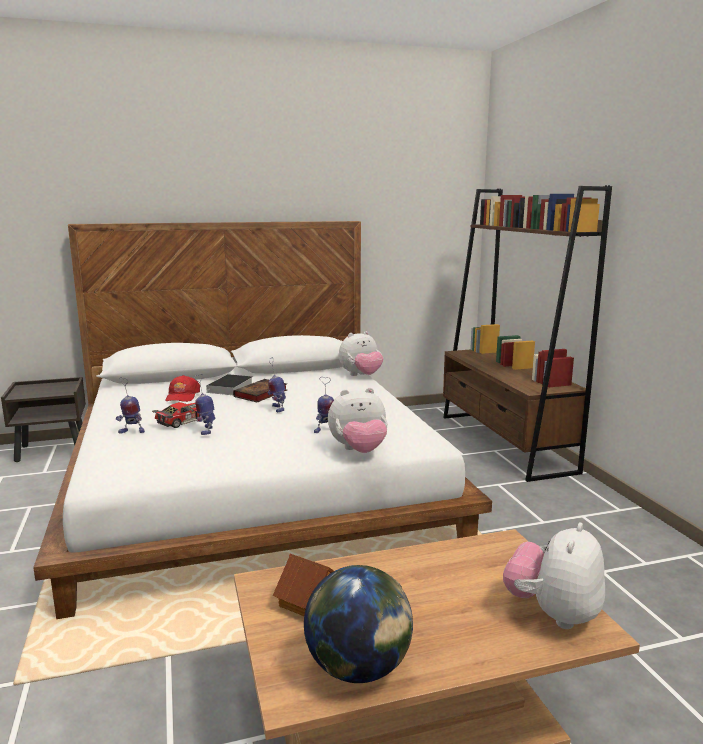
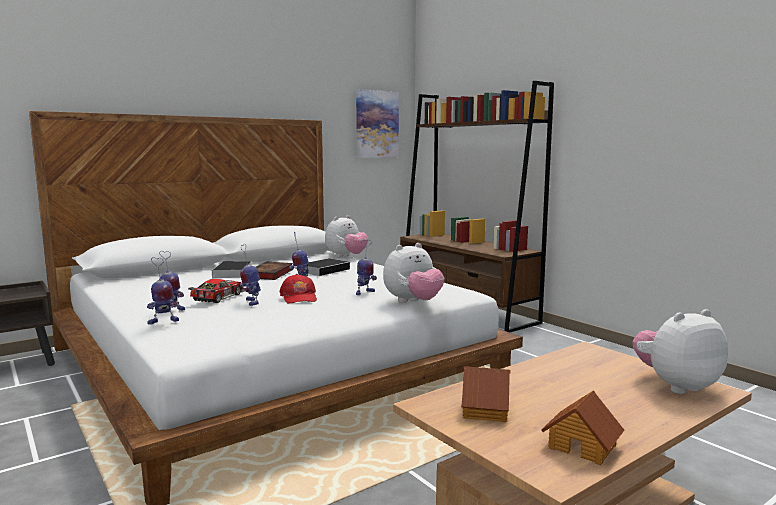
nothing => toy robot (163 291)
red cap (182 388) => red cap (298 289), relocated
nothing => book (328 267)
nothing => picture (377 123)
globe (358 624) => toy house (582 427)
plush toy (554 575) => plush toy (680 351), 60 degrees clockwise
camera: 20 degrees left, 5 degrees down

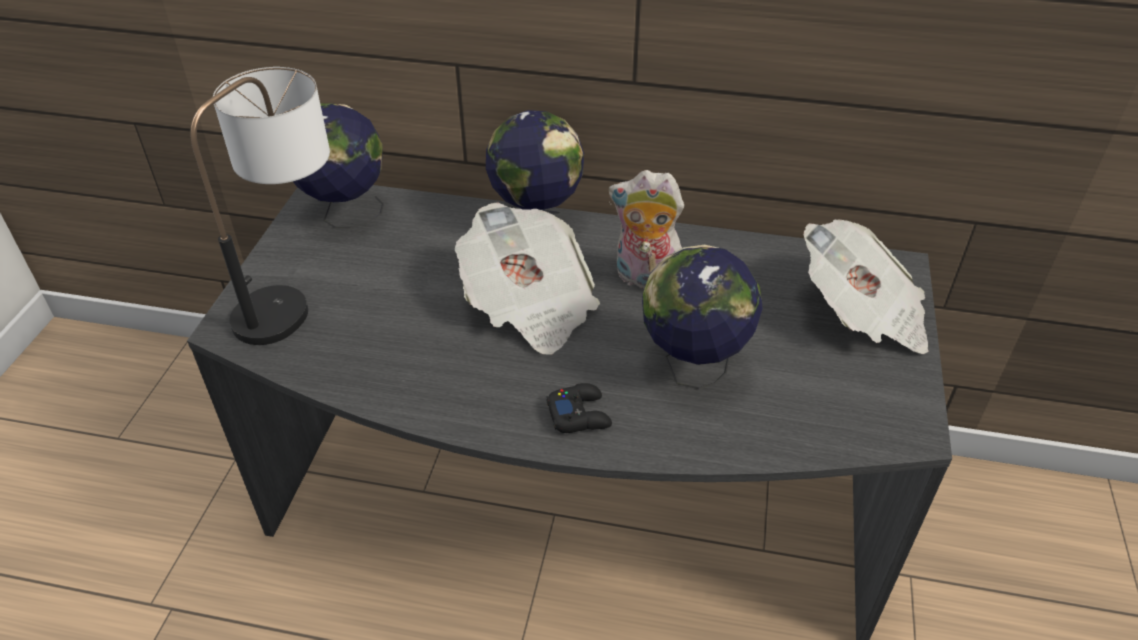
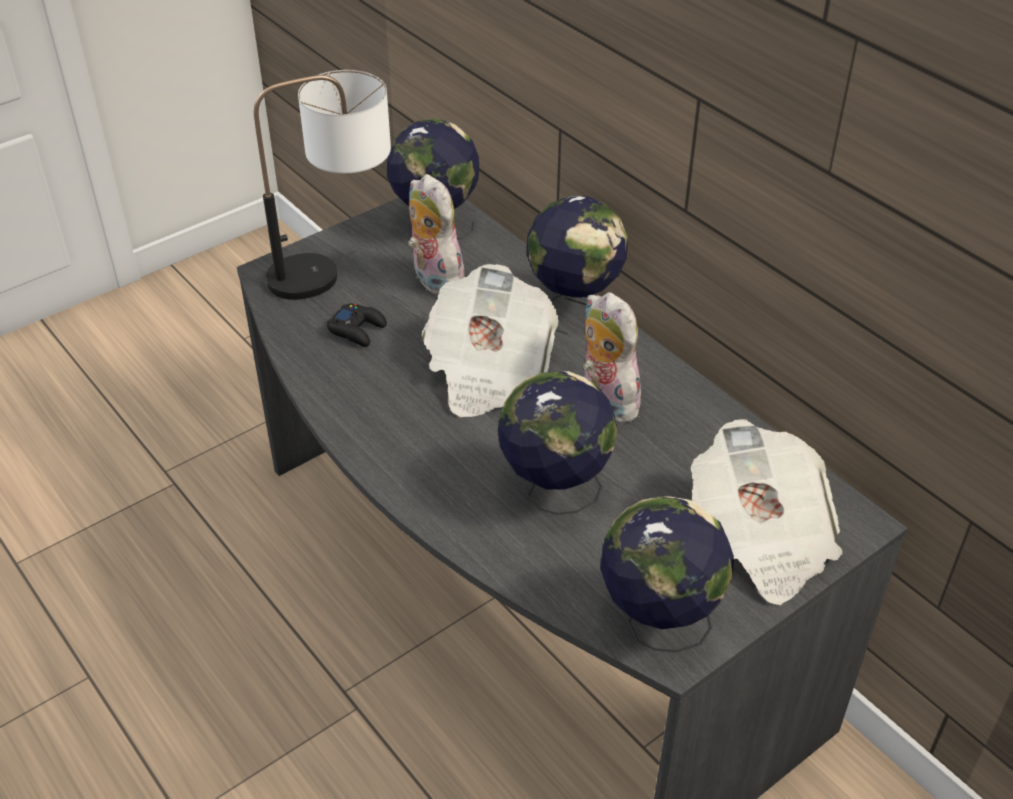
black game controller (579 408) => black game controller (357 325), relocated
nothing => plush toy (436 234)
nothing => globe (667 574)
camera: 40 degrees right, 0 degrees up

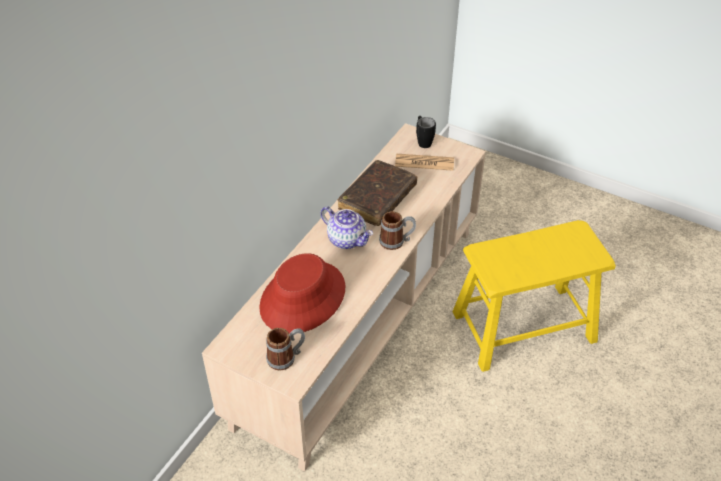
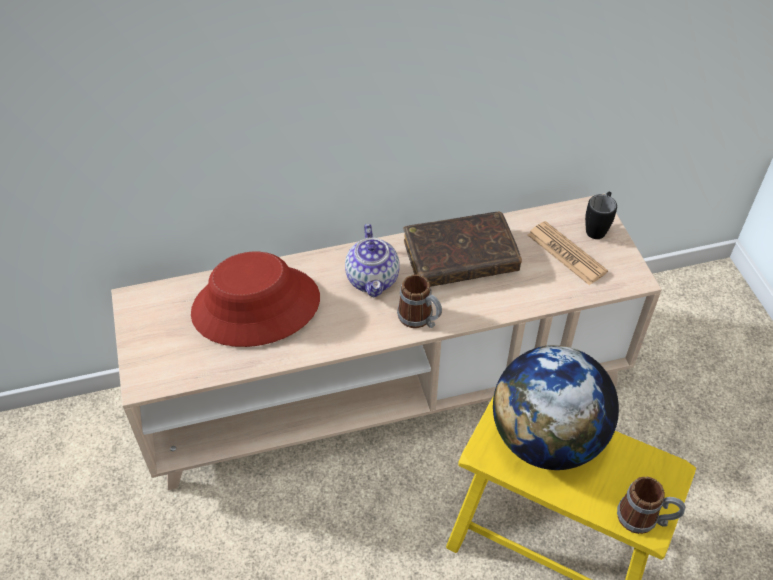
nothing => globe (556 407)
mug (285 349) => mug (651 505), relocated
camera: 45 degrees right, 5 degrees up

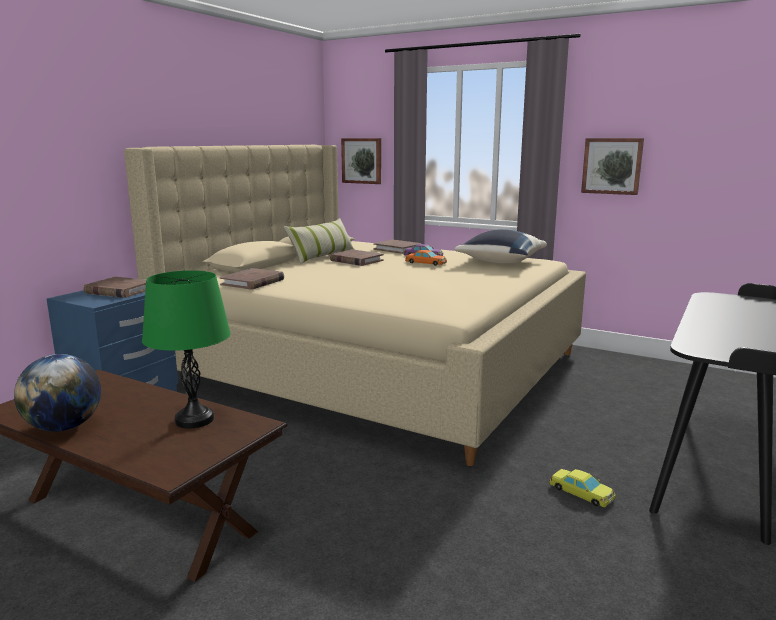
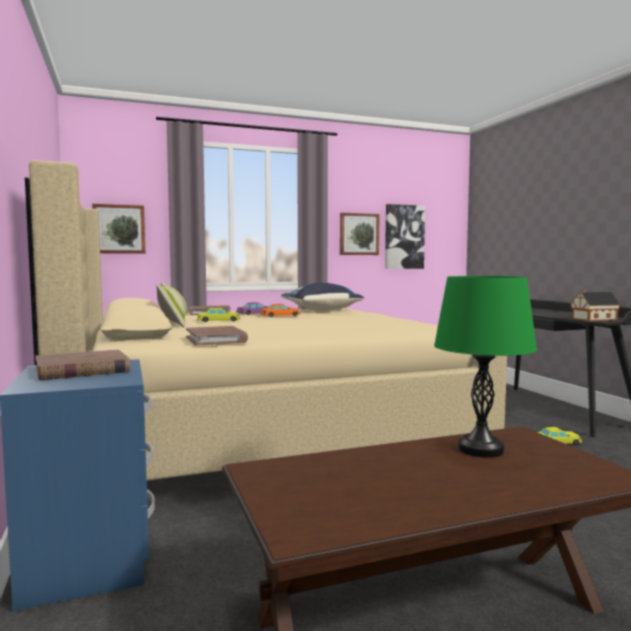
brown book (357 257) => yellow toy car (218 315)
nothing => picture (405 236)
nothing => toy house (595 305)
globe (57 393) => nothing
camera: 50 degrees left, 10 degrees down

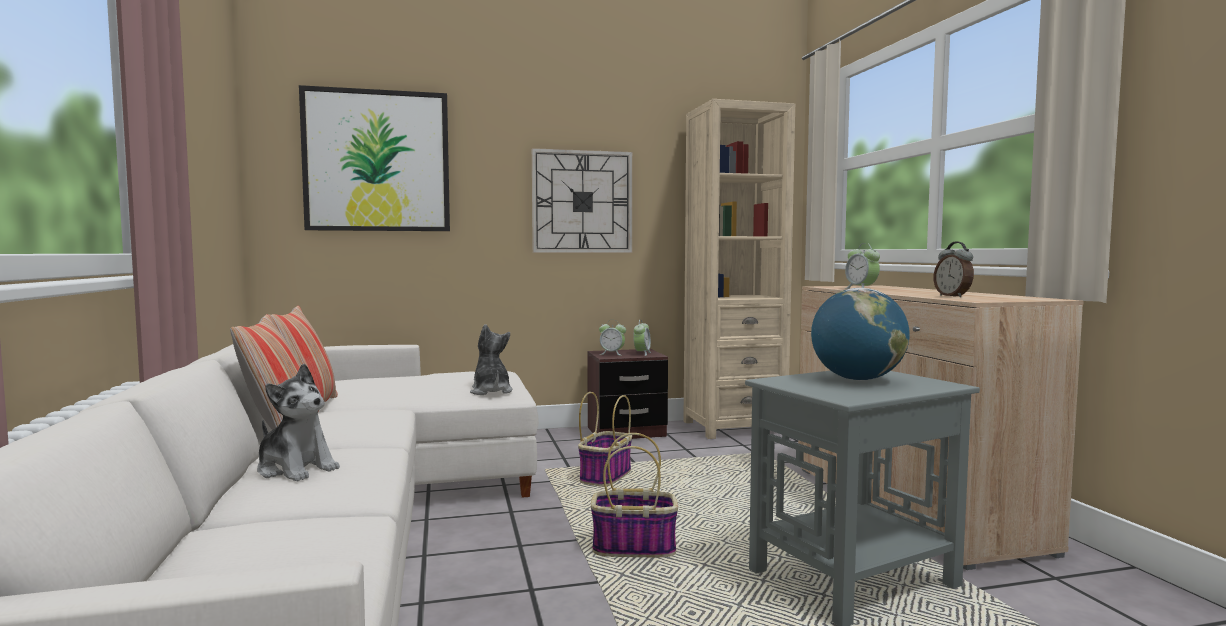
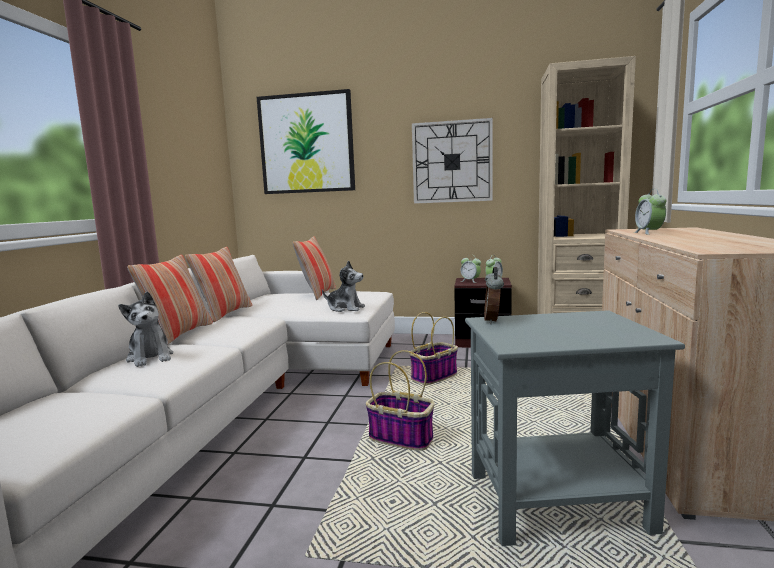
nothing => pillow (314 268)
plush toy (491 359) => plush toy (343 286), 105 degrees clockwise
alarm clock (953 269) => alarm clock (494 295), relocated
globe (860 334) => nothing
camera: 25 degrees right, 5 degrees up

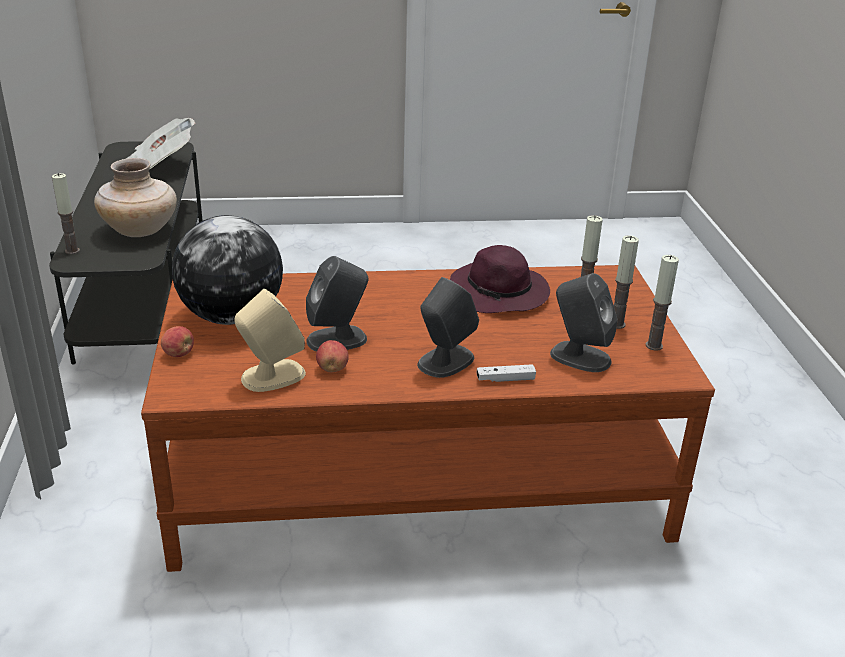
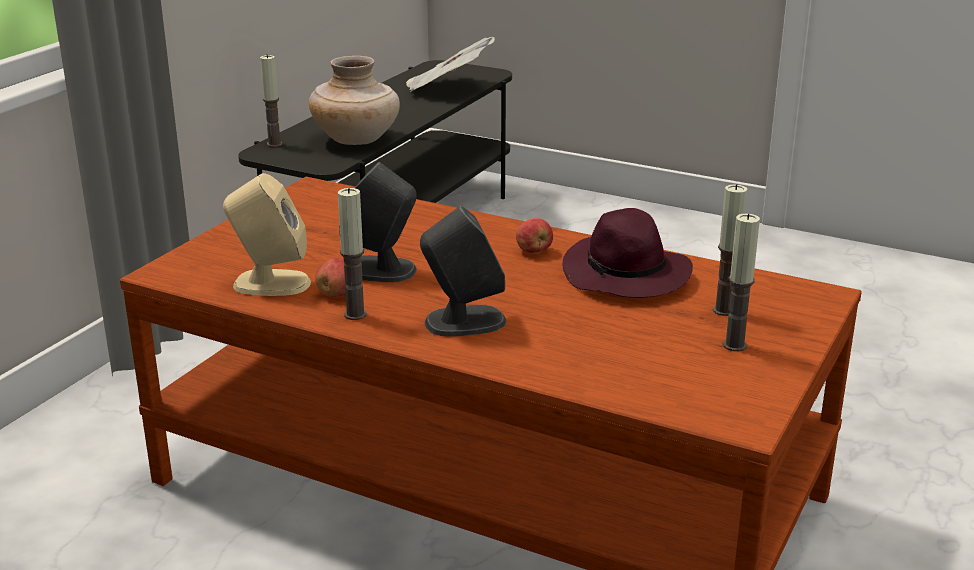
candle (662 303) => candle (352 254), relocated
apple (177 341) => apple (534 236), relocated
globe (227 270) => nothing
white game controller (506 373) => nothing
grey speaker (584 322) => nothing
camera: 35 degrees right, 5 degrees down

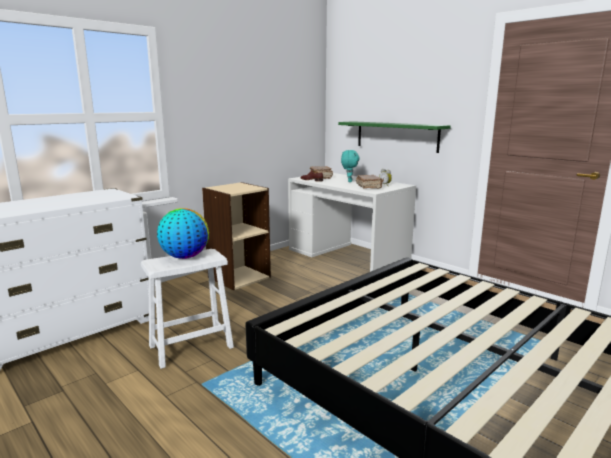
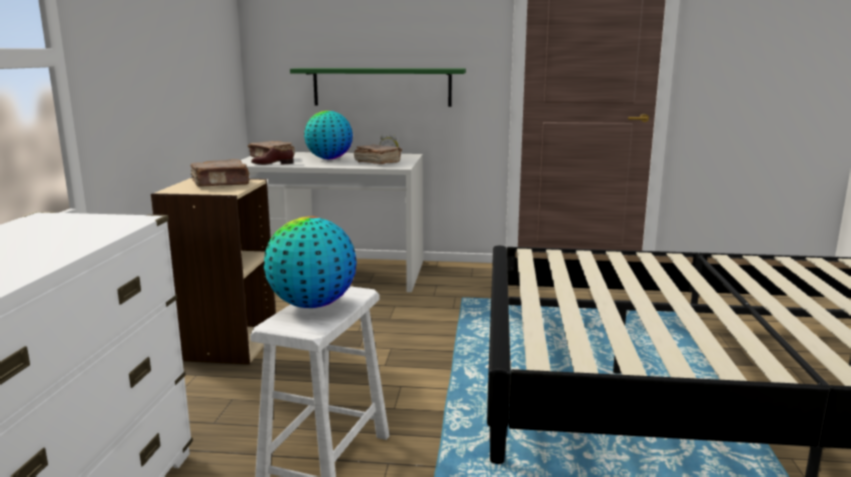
nothing => brown book (220 173)
turquoise plush toy (350 166) => globe (328 135)
camera: 40 degrees left, 0 degrees up

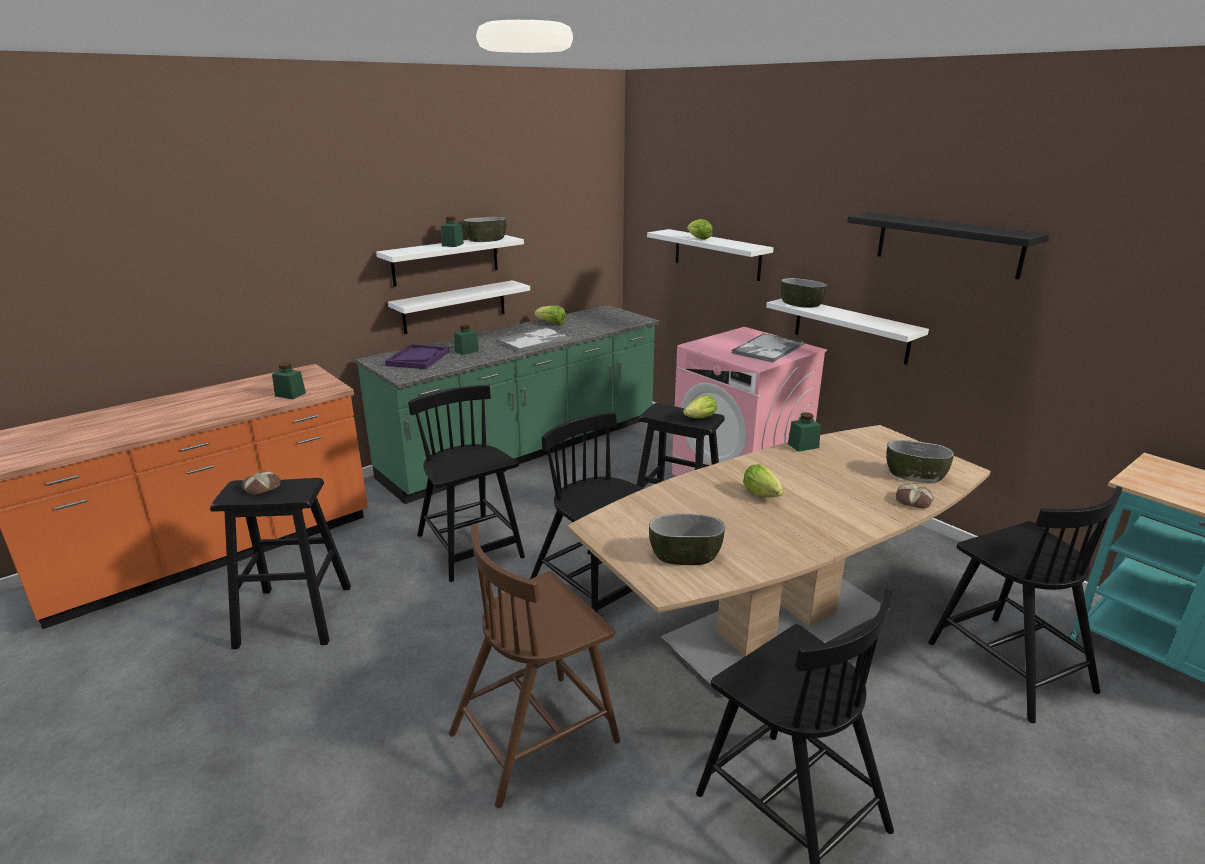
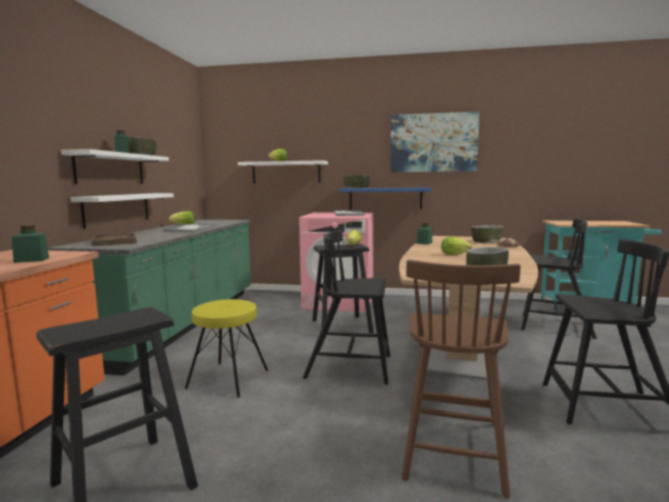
purple tray (417 356) => brown tray (114 239)
black chair (466 483) => yellow stool (226 348)
white shelf (847 332) => blue shelf (385 199)
black shelf (948 246) => picture (435 142)
bread (261 483) => nothing
green jar (466 339) => nothing
camera: 40 degrees left, 15 degrees down

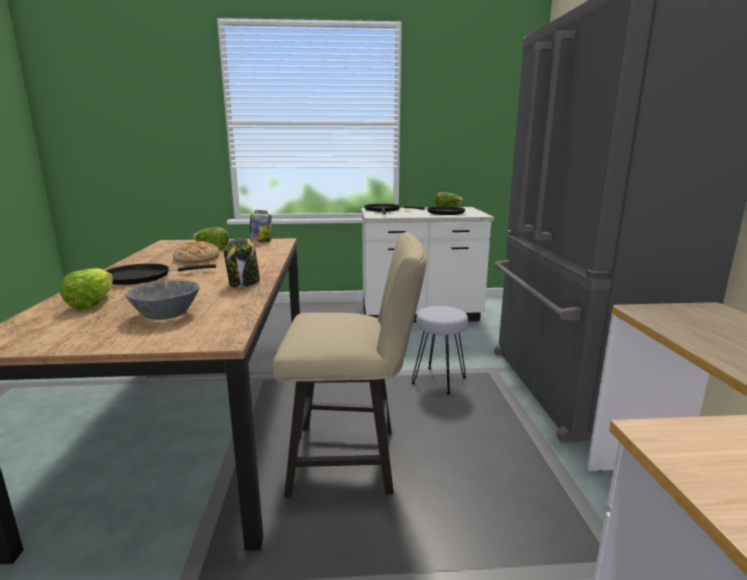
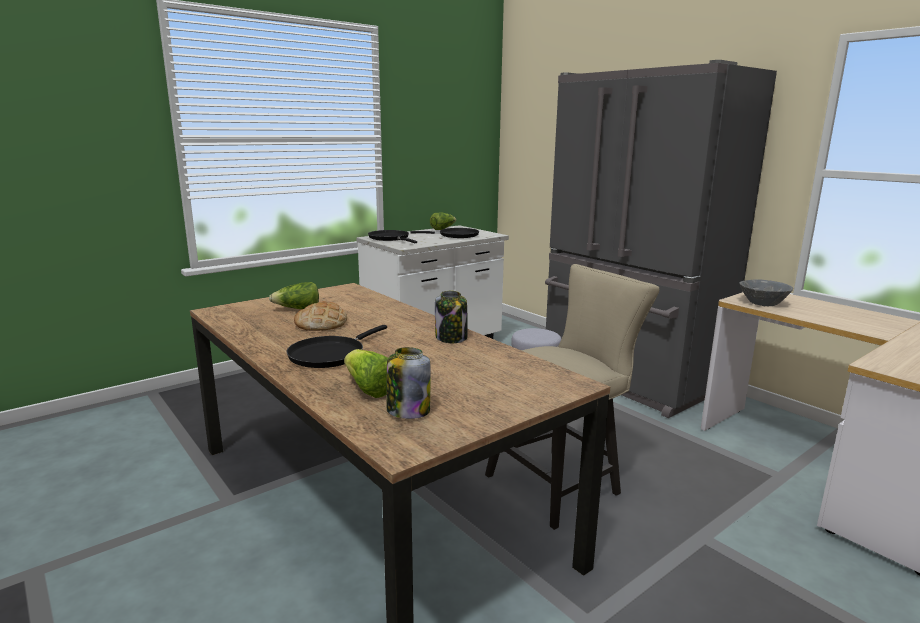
jar (261 226) => jar (408 383), relocated
grey bowl (162 300) => grey bowl (766 293), relocated
camera: 35 degrees left, 0 degrees up

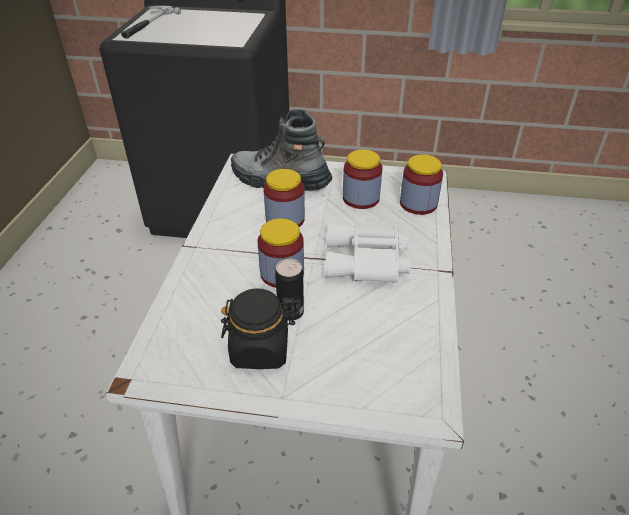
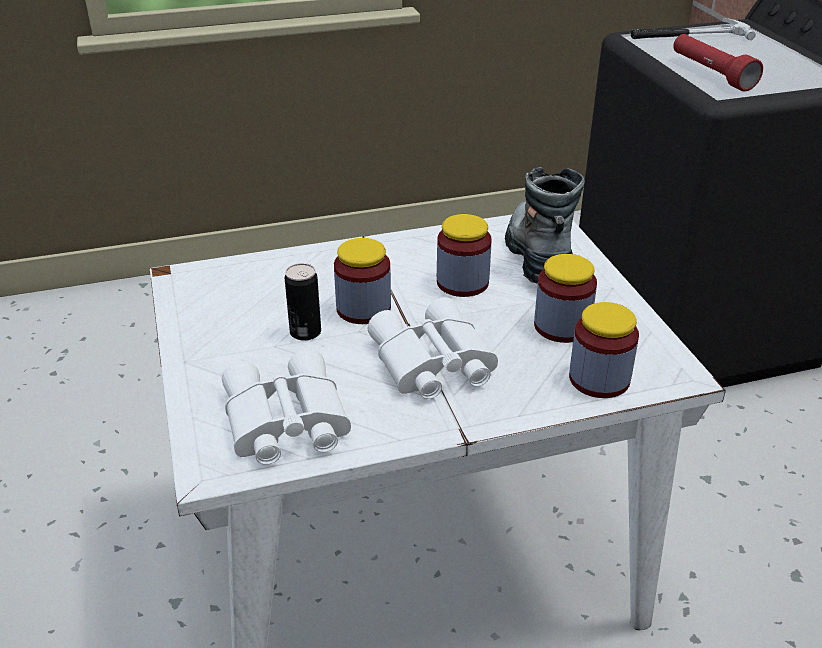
nothing => white binoculars (286 407)
nothing => red flashlight (718 62)
black jar (258 329) => nothing
camera: 65 degrees right, 5 degrees down

